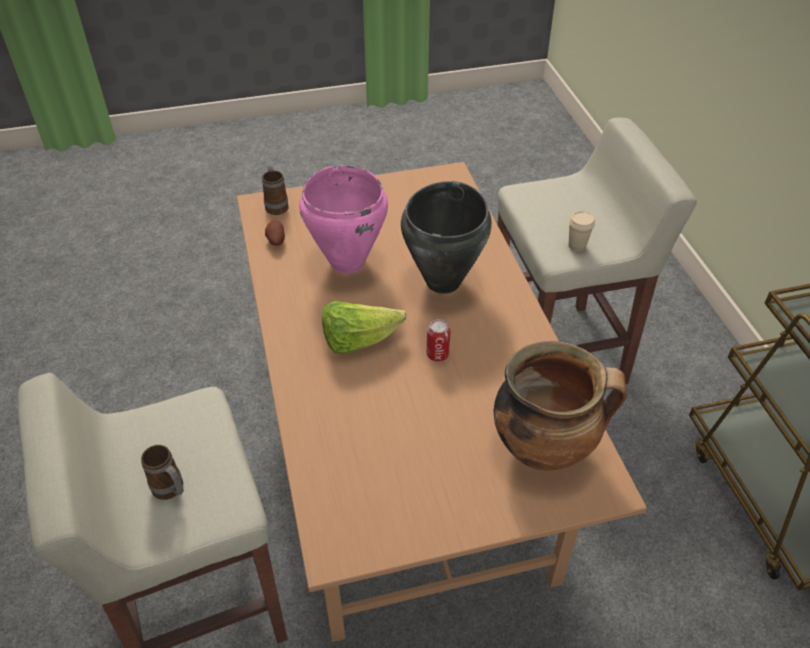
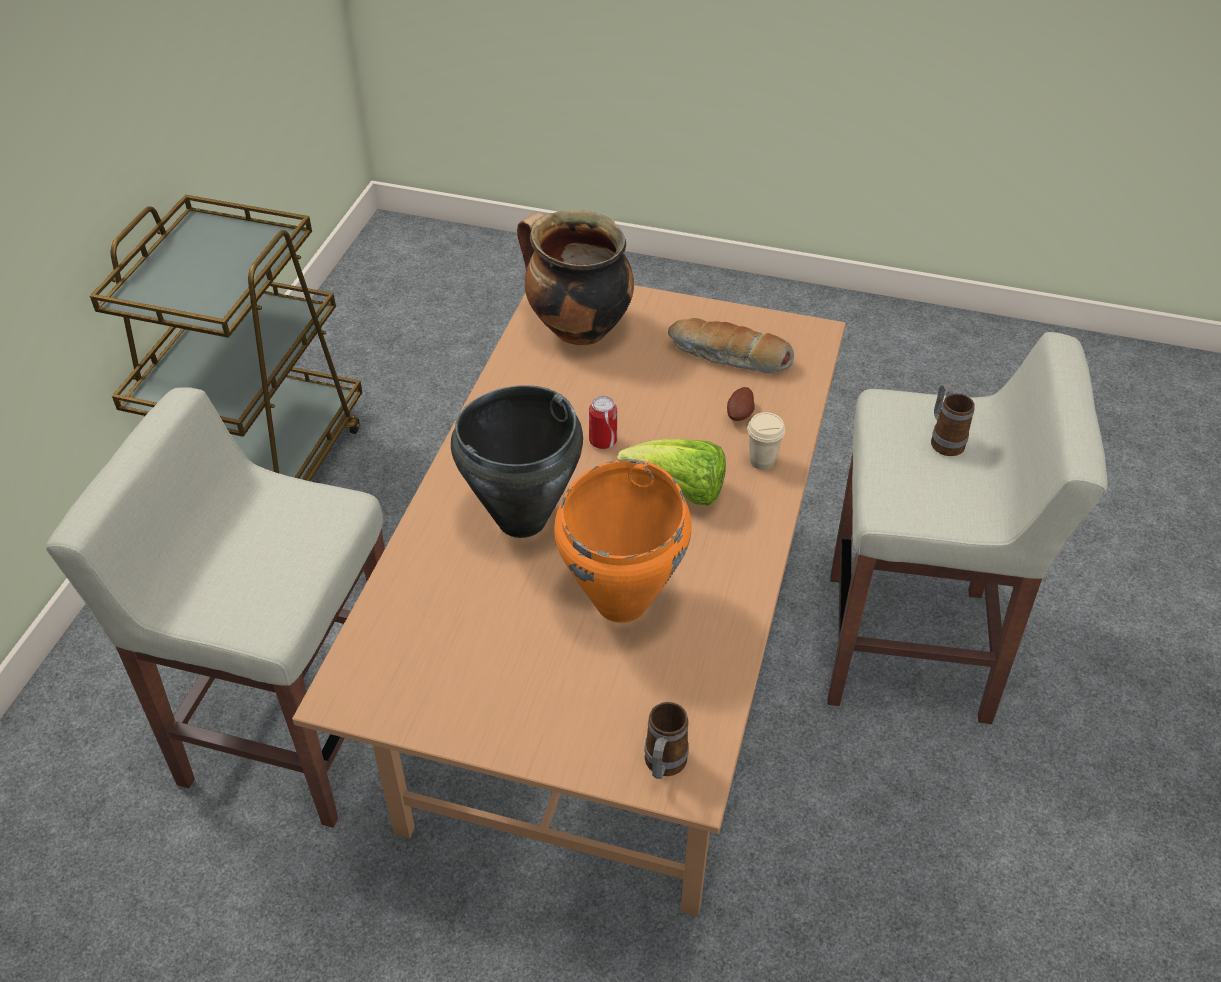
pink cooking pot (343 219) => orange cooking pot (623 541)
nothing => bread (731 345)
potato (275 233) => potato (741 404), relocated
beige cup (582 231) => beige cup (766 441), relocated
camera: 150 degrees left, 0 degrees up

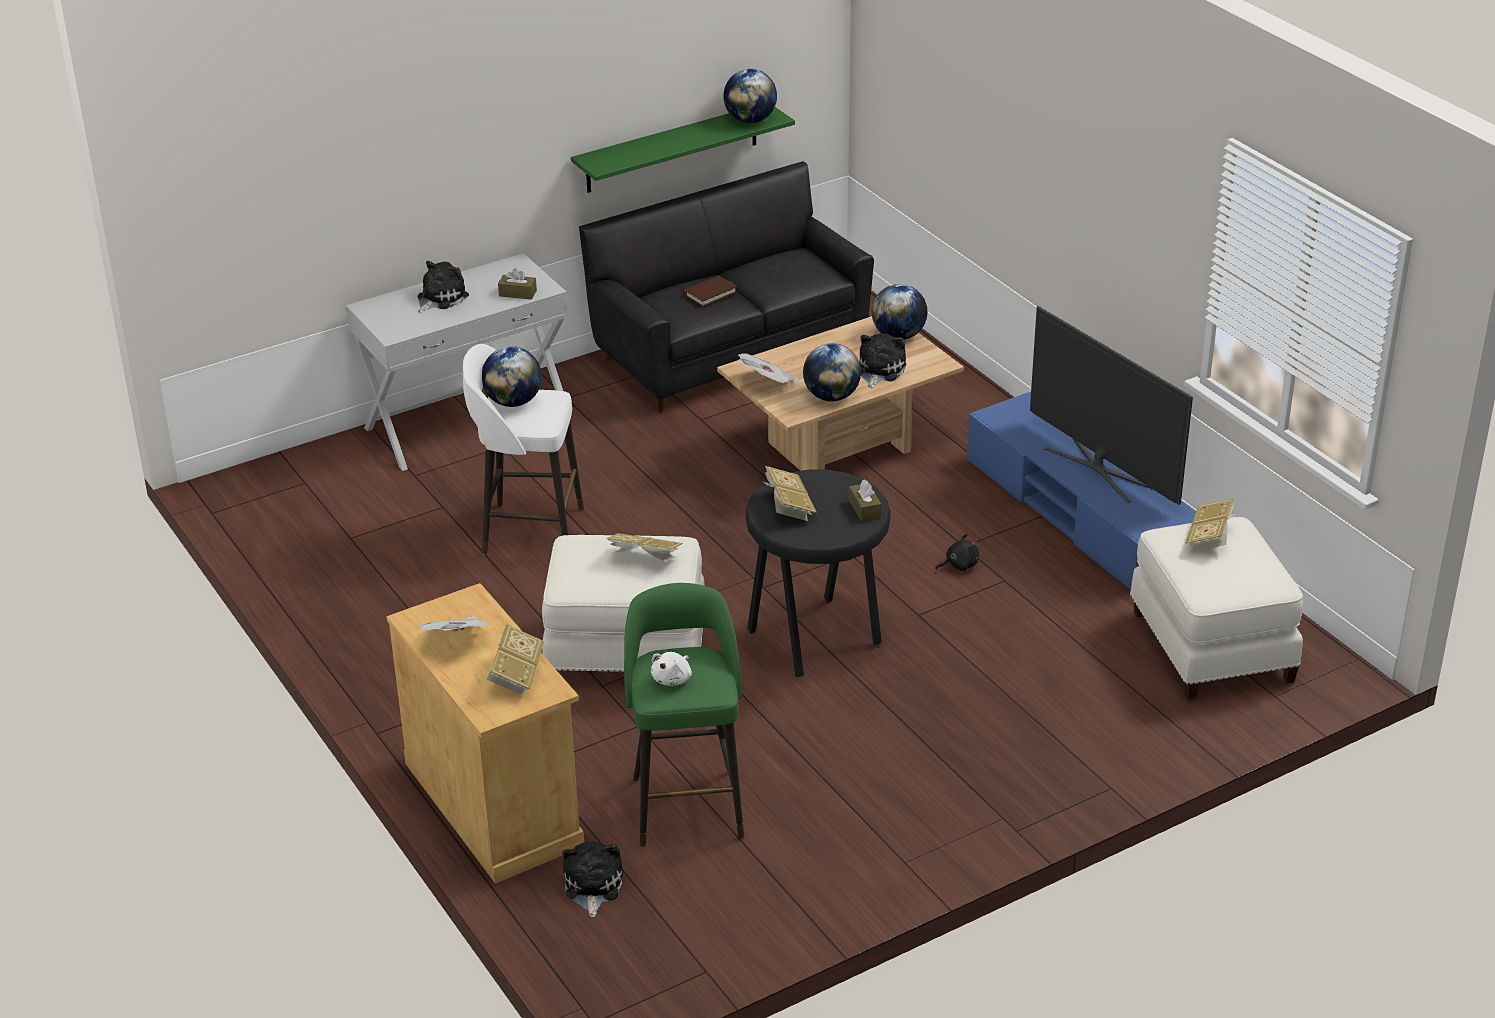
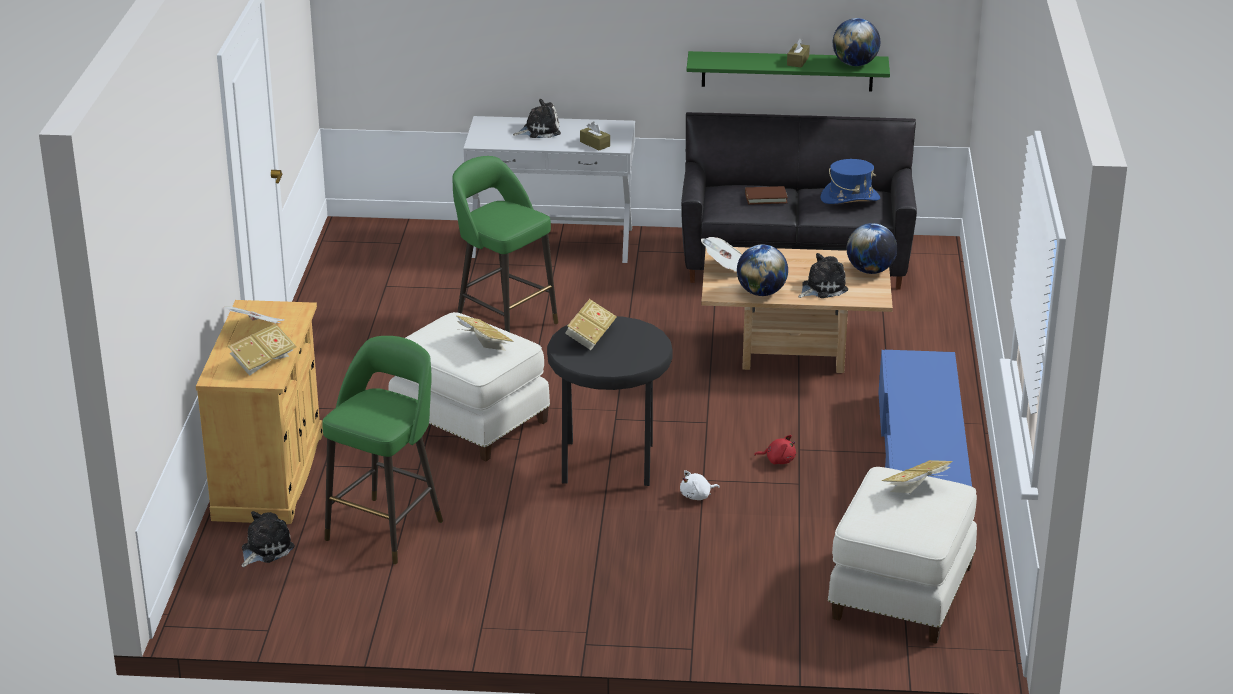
white stool (523 449) => green stool (505 244)
white plush toy (671 669) => white plush toy (700 485), relocated
black plush toy (957 552) => red plush toy (775 449)
brown tissue box (865 500) => brown tissue box (798 53), relocated
nothing => blue hat (850 181)
globe (512 376) => nothing
television (1111 405) => nothing
camera: 35 degrees right, 5 degrees down

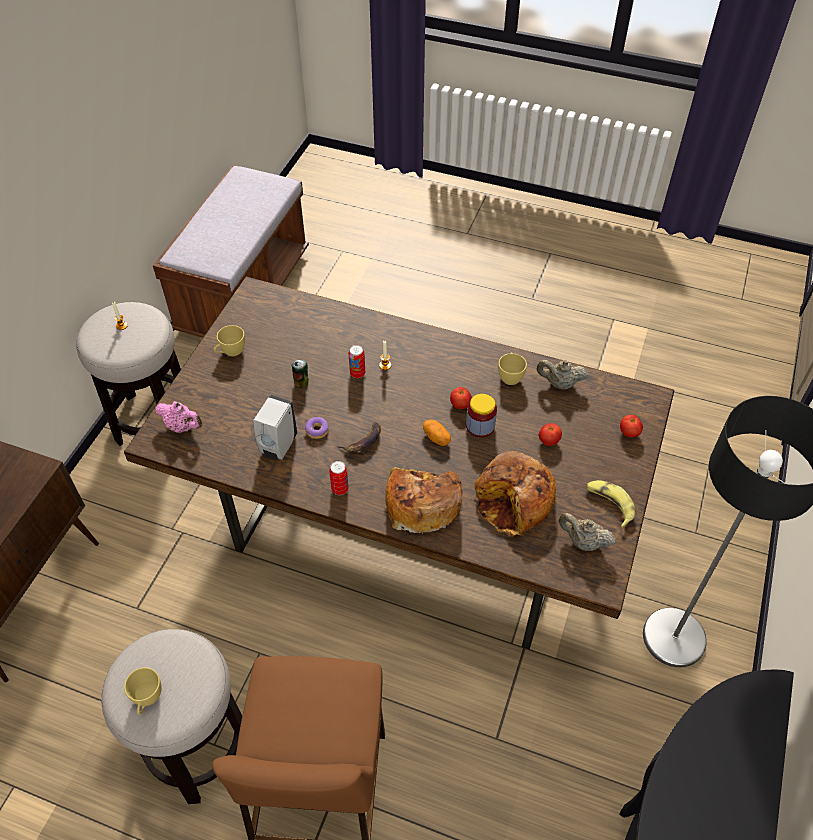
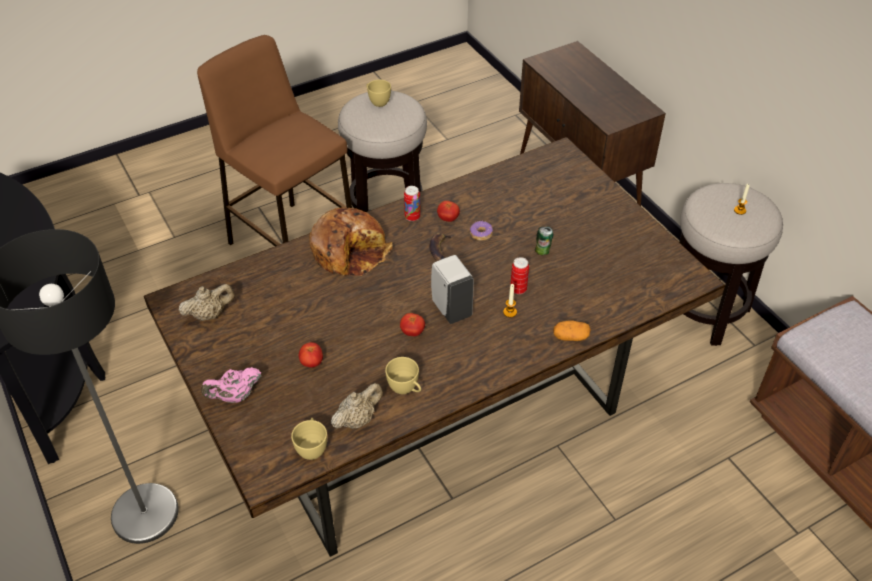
pink teapot (178 417) => pink teapot (231 385), relocated
yellow cup (229 340) => yellow cup (309 439), relocated
white soap dispenser (275 427) => white soap dispenser (452 289), relocated
tomato (631 426) => tomato (448 211), relocated
potato (437 433) => potato (572 330), relocated
jar (481 415) => nothing
bread (516 494) => nothing
banana (610 504) => nothing
camera: 130 degrees right, 5 degrees down

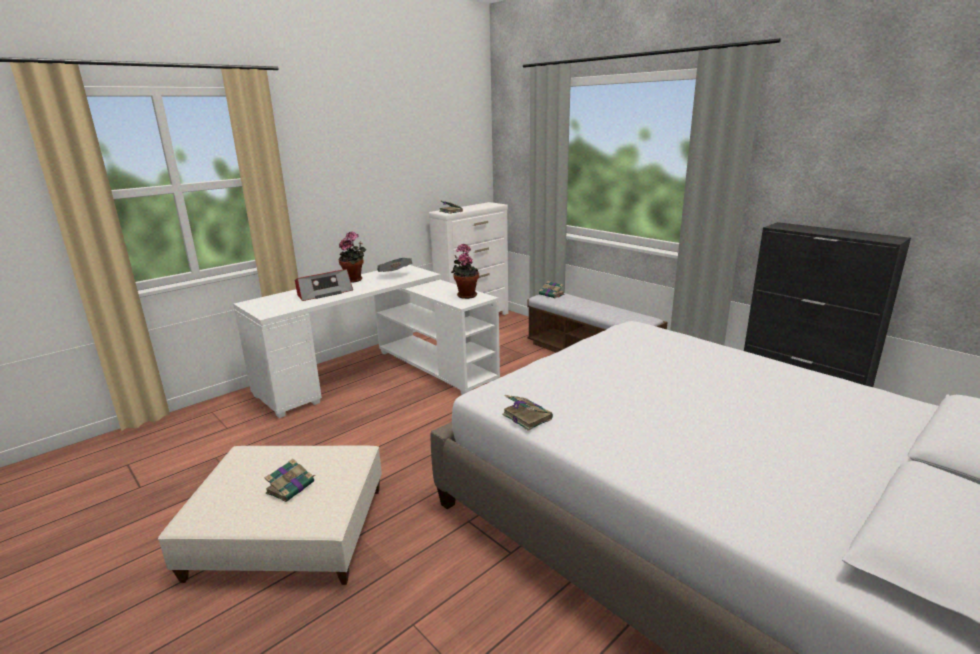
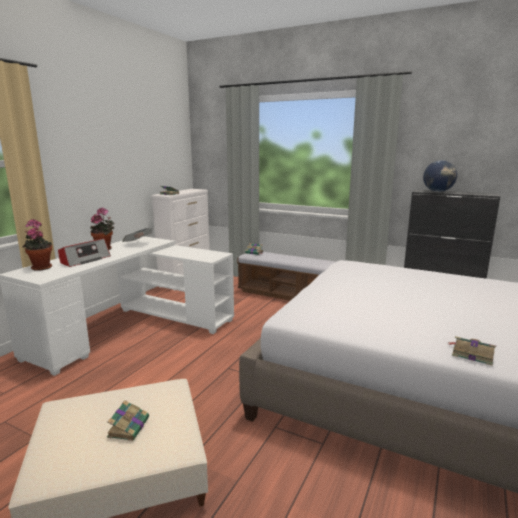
potted plant (465 271) => potted plant (38 245), relocated
nothing => globe (440 176)
book (527 413) => book (472 351), relocated
camera: 20 degrees left, 5 degrees down

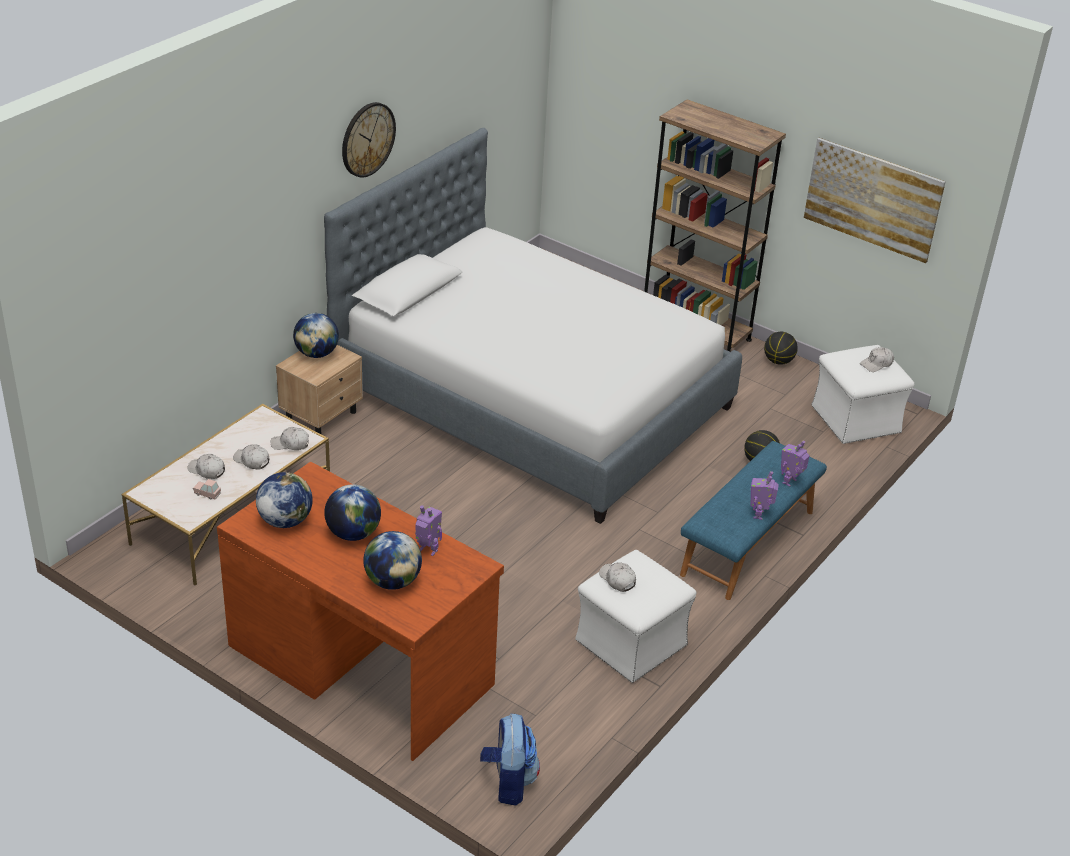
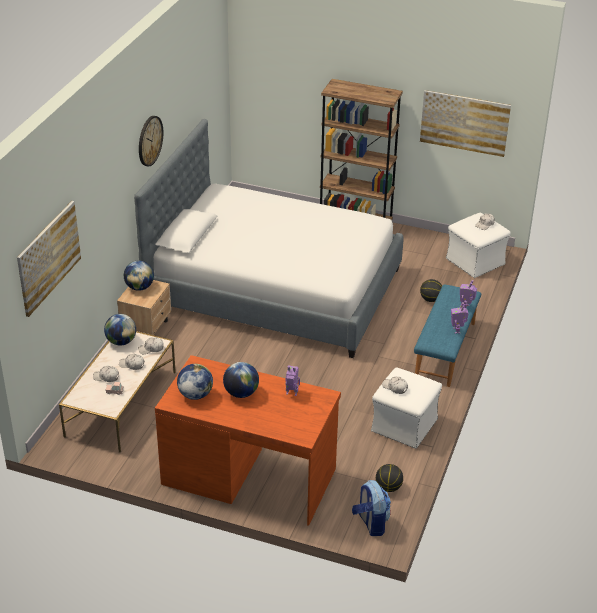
nothing => picture (49 259)
globe (392 560) => globe (120 330), relocated
basketball (781 348) => basketball (389 478), relocated
camera: 15 degrees left, 0 degrees up

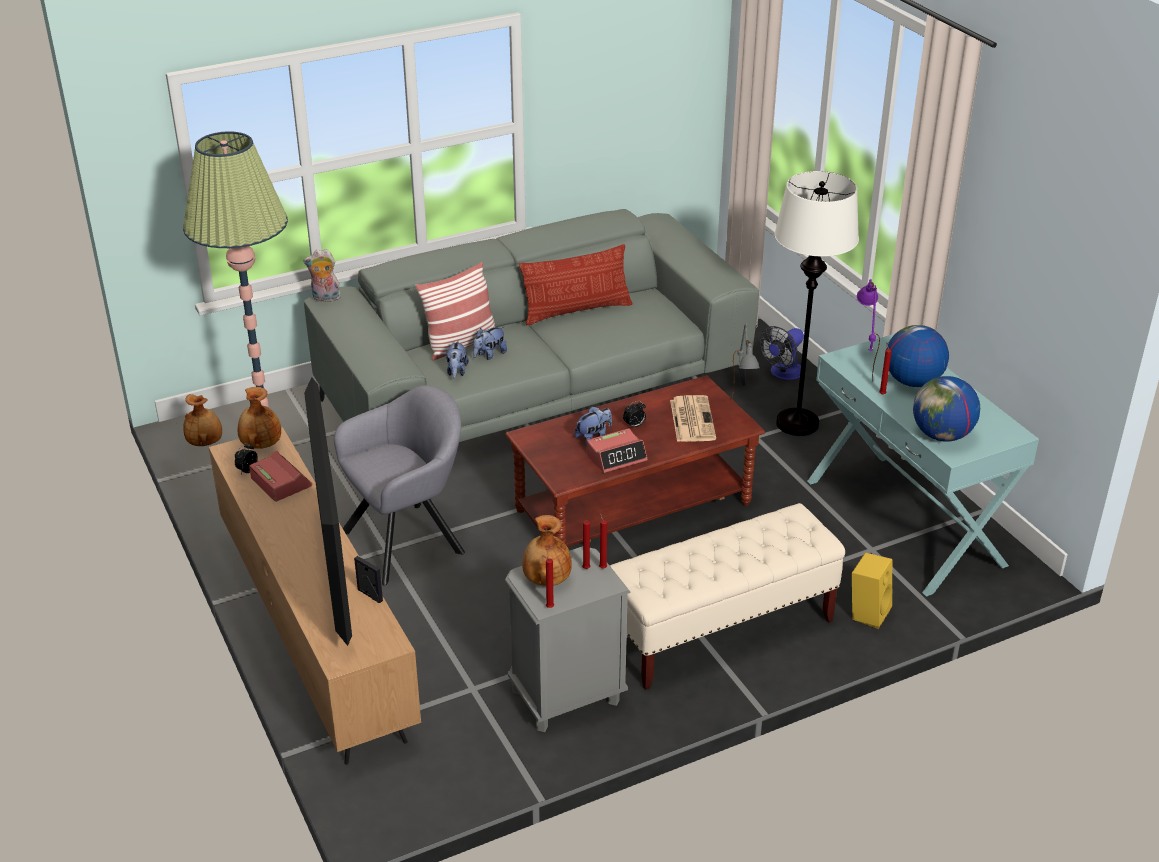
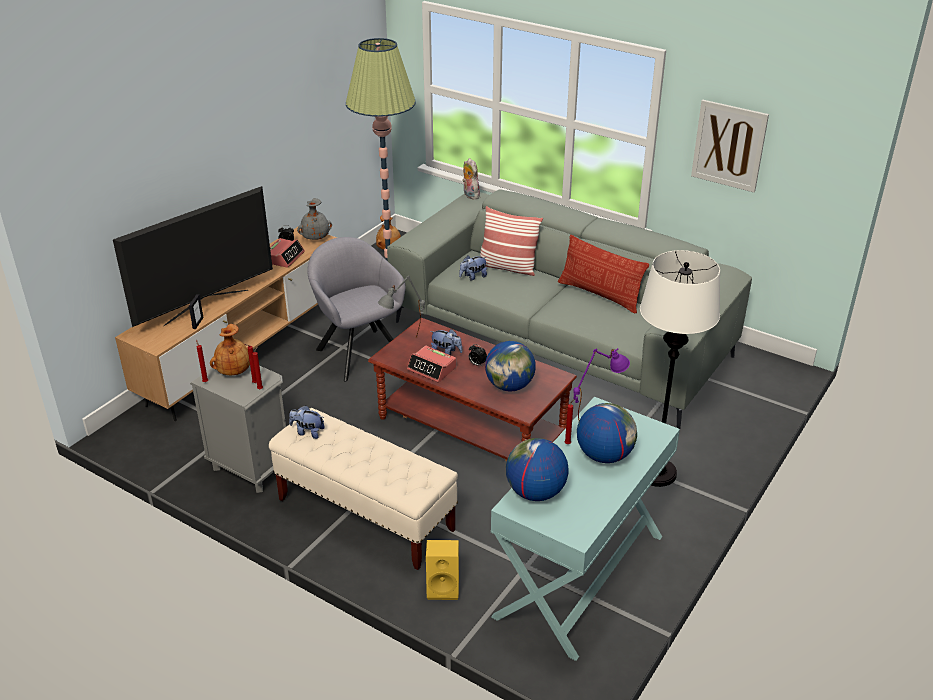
plush toy (490 343) => plush toy (307 422), relocated
brown vase (259 418) => grey vase (314 219)
grey armchair (399 485) => grey armchair (356 309), 150 degrees counterclockwise
grey table lamp (746 360) => grey table lamp (401 307), relocated
newspaper (693 418) => globe (510 366)
nothing => picture (730 146)
fan (782 353) => nothing
camera: 60 degrees right, 0 degrees up

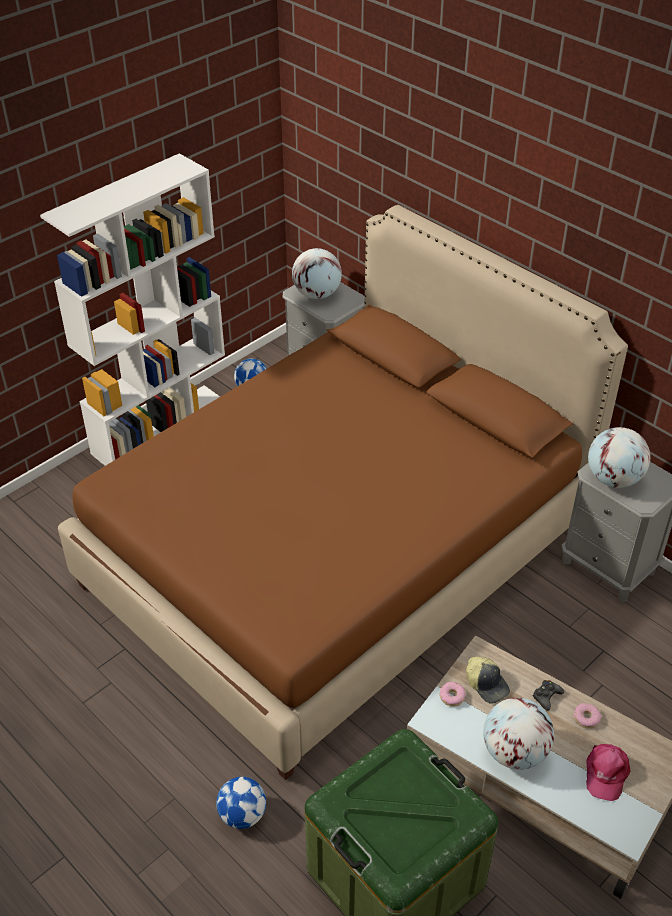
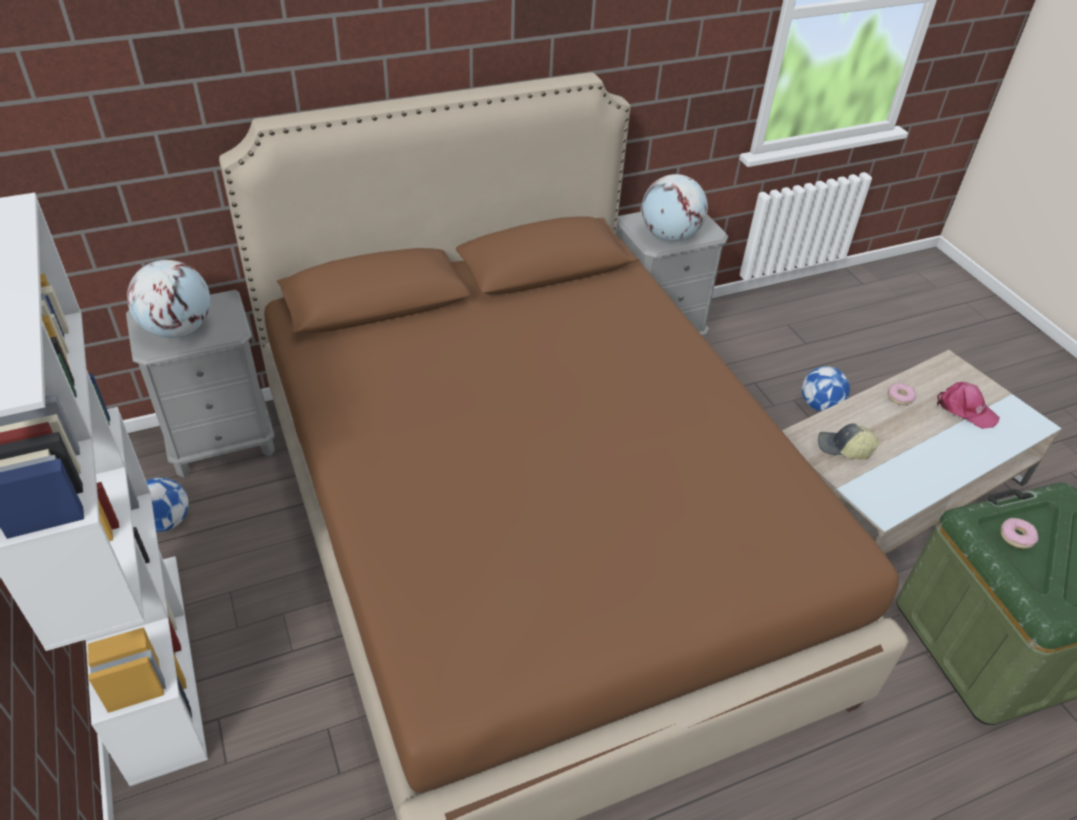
football (241 803) => football (826 389), relocated
cap (488 680) => cap (848 441), 150 degrees counterclockwise
donut (452 694) => donut (1019 533), relocated
globe (518 733) => nothing
black game controller (548 695) => nothing
camera: 70 degrees left, 0 degrees up

